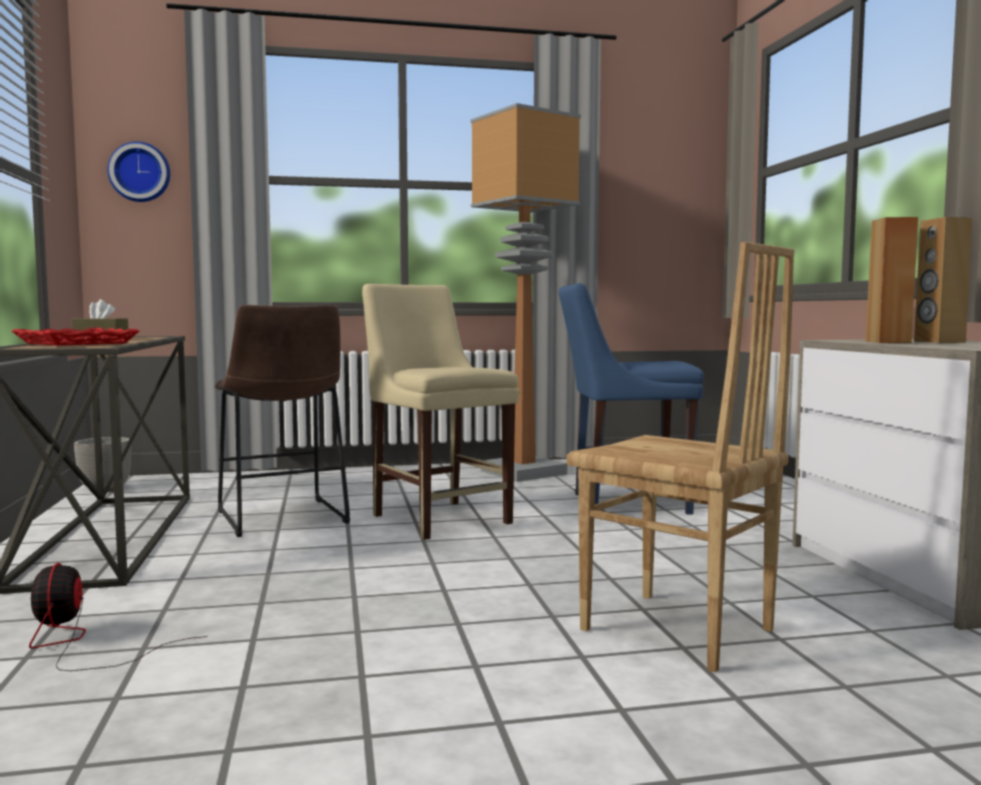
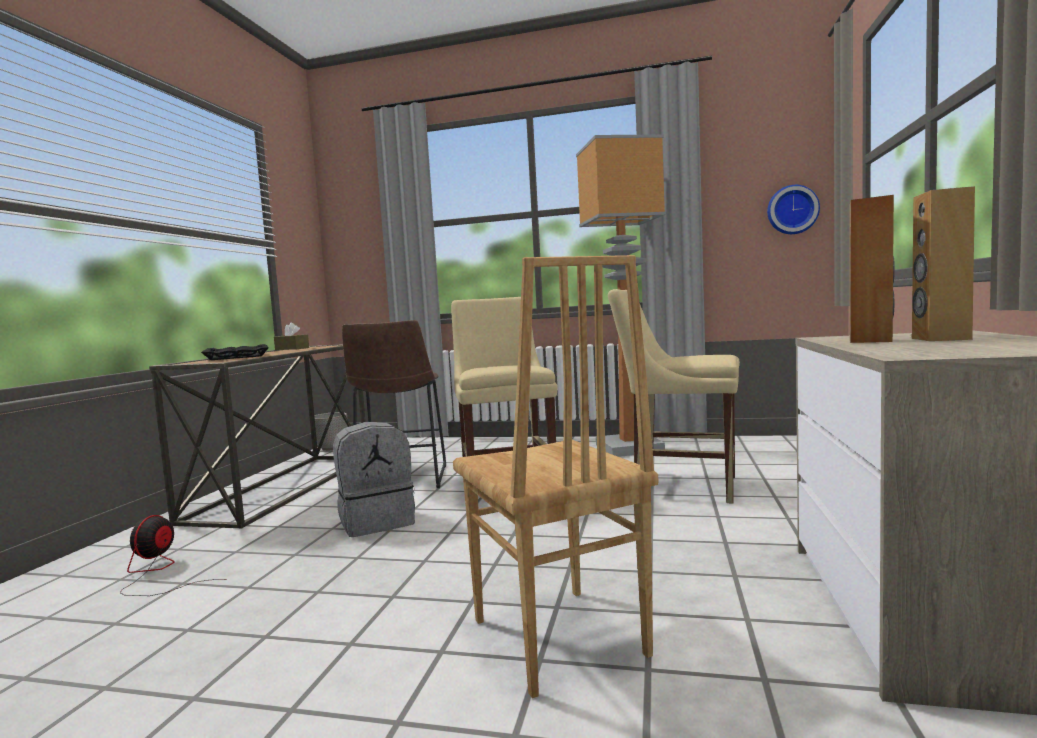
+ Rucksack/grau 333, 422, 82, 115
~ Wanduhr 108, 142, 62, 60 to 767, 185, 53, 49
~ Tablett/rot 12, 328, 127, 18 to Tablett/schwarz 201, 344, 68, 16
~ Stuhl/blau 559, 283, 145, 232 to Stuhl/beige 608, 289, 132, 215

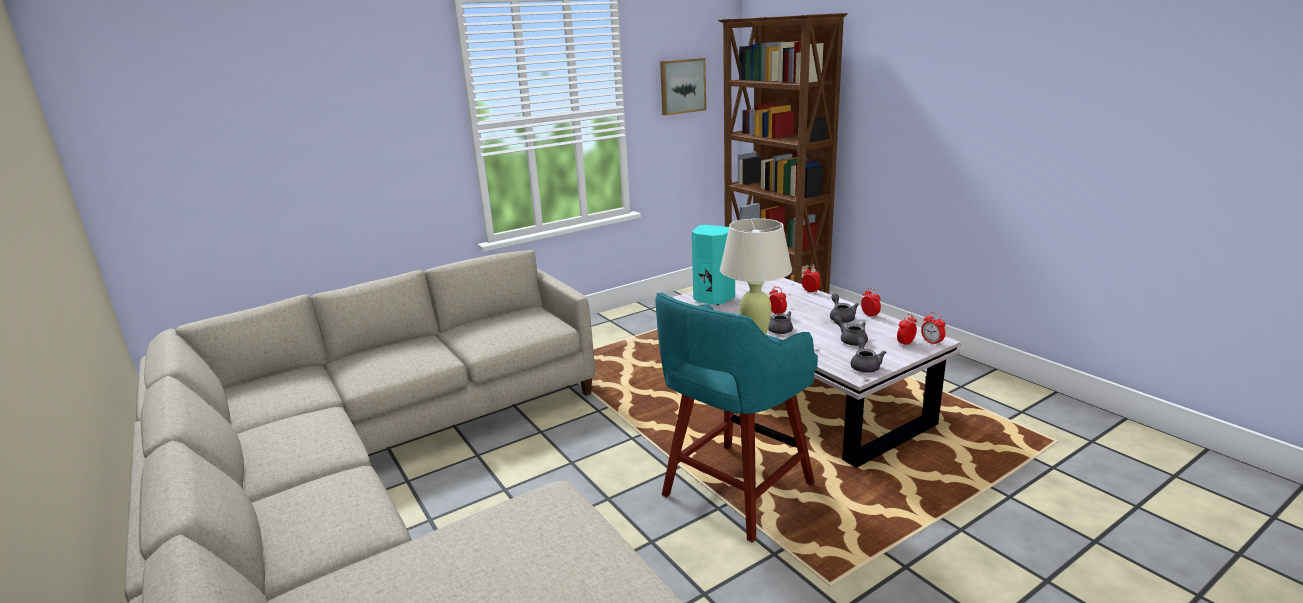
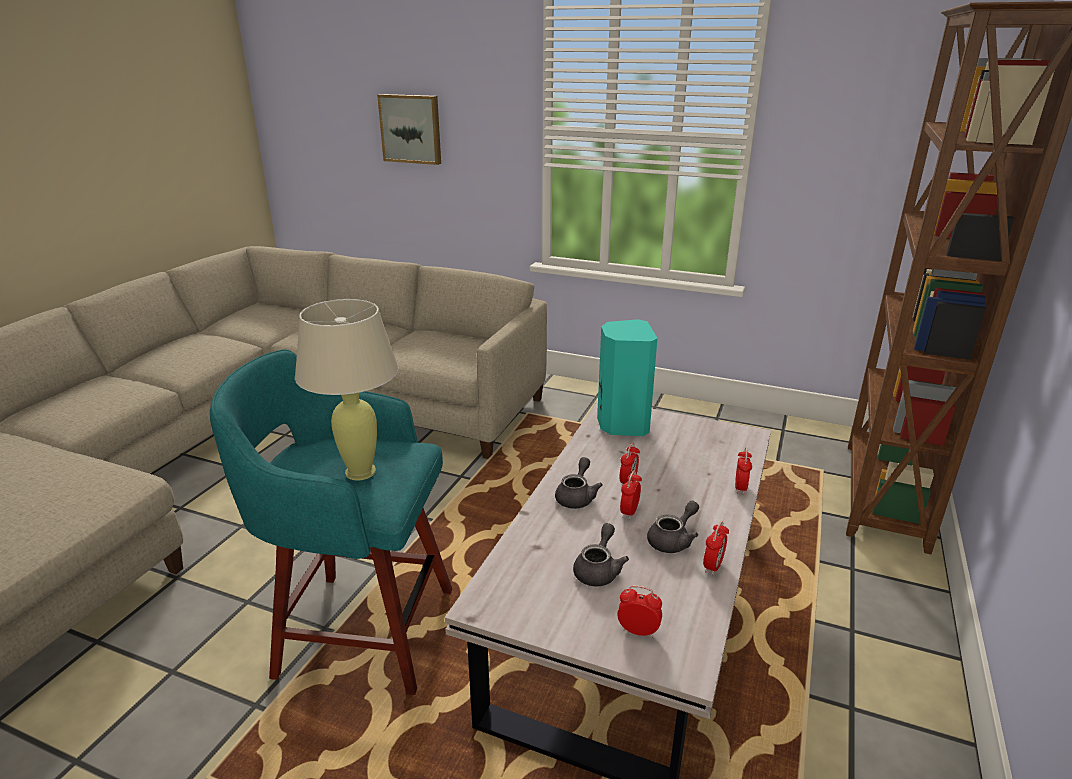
- Teekanne/grau 851, 337, 35, 36
~ Bild 660, 58, 46, 57 to 377, 94, 64, 71
~ Wecker 921, 312, 24, 34 to 620, 471, 22, 48

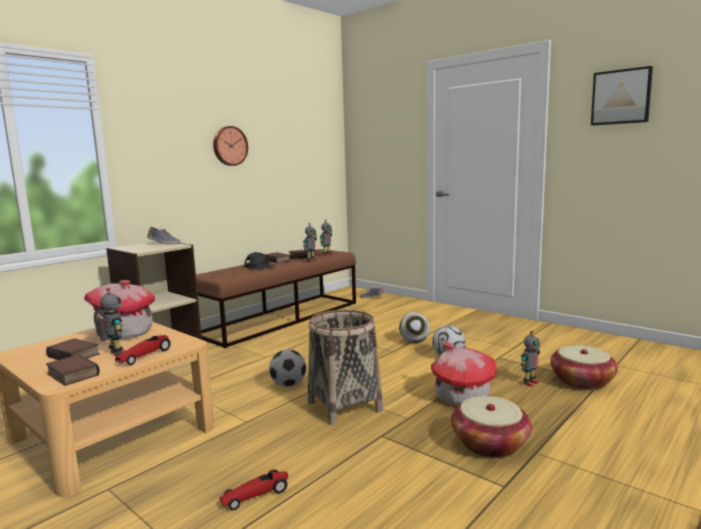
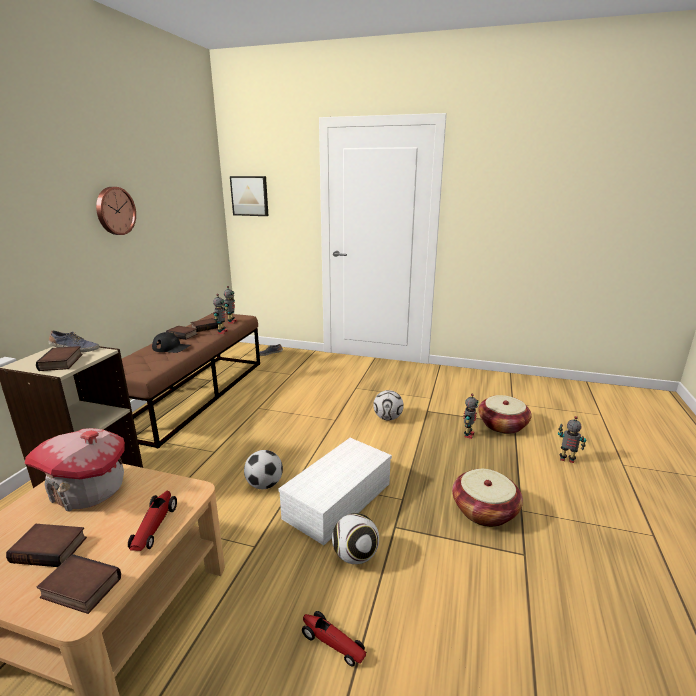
- Spielzeughaus 431, 342, 66, 64
+ Buch 36, 346, 47, 25
~ Spielzeugroboter 100, 288, 26, 69 to 558, 416, 28, 47
~ Fußball 399, 312, 31, 31 to 332, 513, 47, 51
~ Bild 591, 66, 62, 60 to 230, 176, 38, 40
~ Korb 308, 310, 75, 115 to Aufbewahrungsbox/weiß 278, 438, 114, 107
~ Spielzeugauto 220, 469, 68, 41 = 302, 611, 64, 56 90 degrees counterclockwise

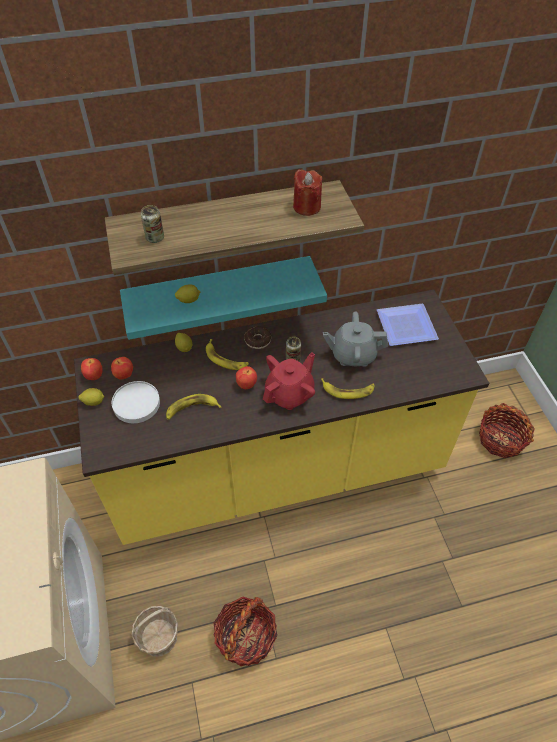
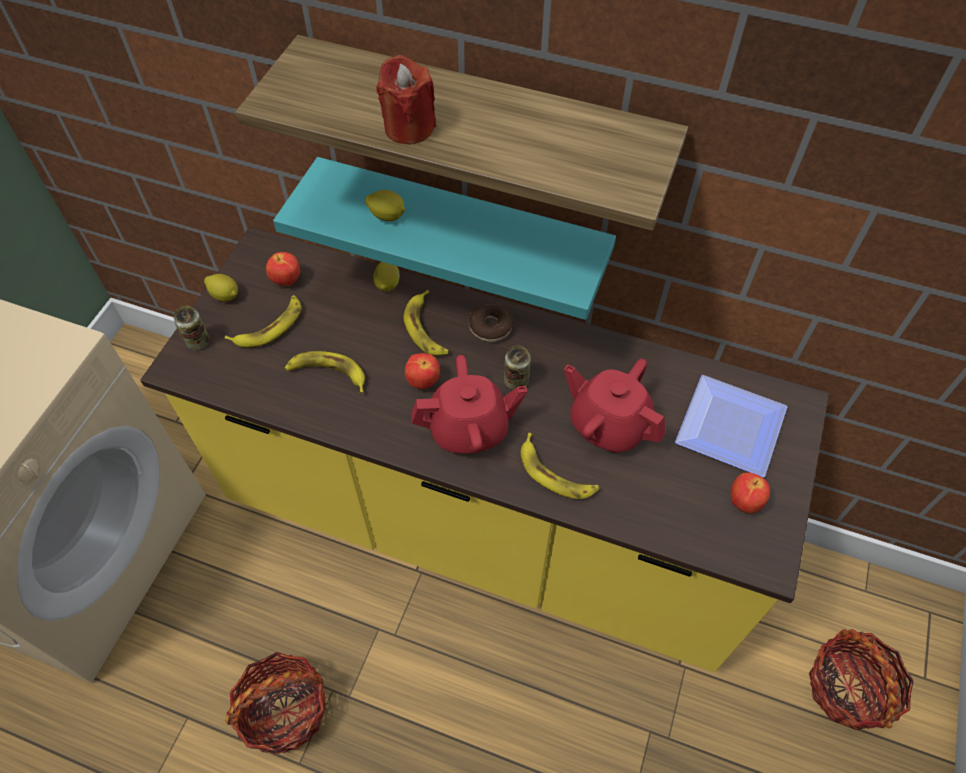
- Korb 132, 606, 46, 51
~ Apfel 81, 358, 22, 22 to 731, 472, 39, 42
~ Dose 141, 205, 23, 38 to 174, 306, 35, 44
~ Kerze/rot 293, 169, 29, 47 to 376, 55, 60, 89
~ Teller/weiß 112, 381, 48, 42 to Banane 224, 295, 77, 52
~ Teekanne/grau 323, 311, 65, 56 to Teekanne/rot 564, 359, 101, 94

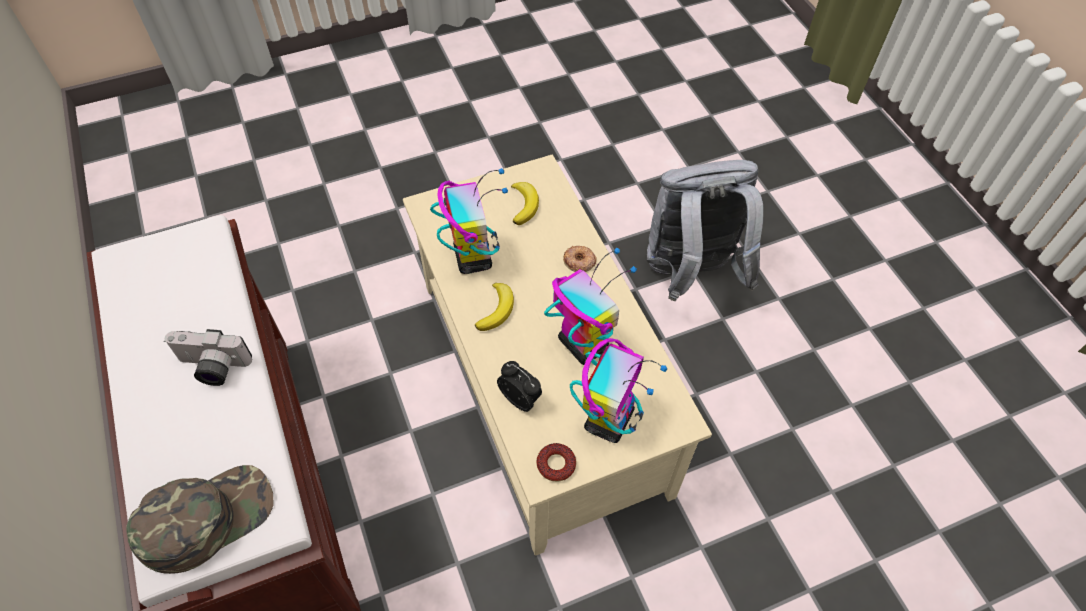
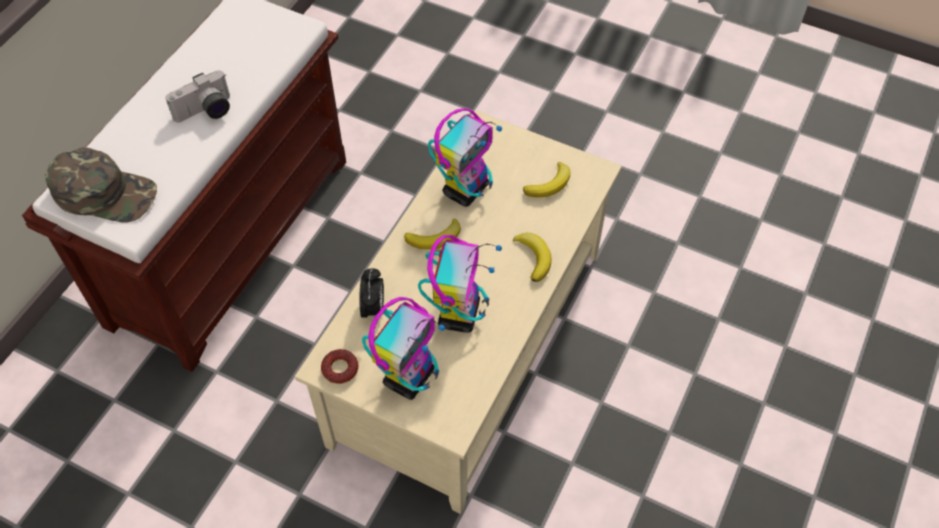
- Rucksack/grau 647, 160, 116, 141
~ Donut 563, 246, 34, 26 to Banane 513, 233, 38, 49
~ Kamera 164, 329, 88, 57 = 165, 70, 65, 53 90 degrees counterclockwise
~ Spielzeugroboter 570, 338, 97, 105 = 362, 297, 83, 103 45 degrees counterclockwise

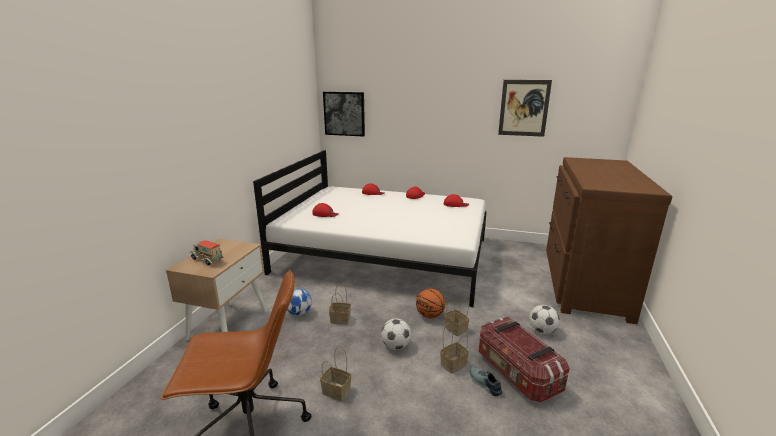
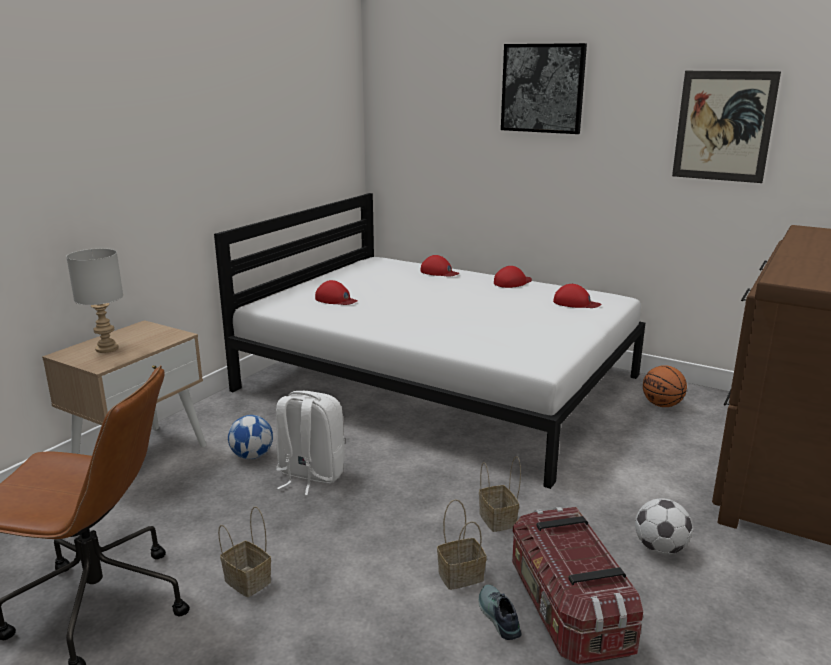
- Fußball 381, 318, 30, 32
~ Bild 323, 92, 42, 45 to 501, 43, 86, 91
~ Basketball 416, 289, 29, 29 to 643, 365, 44, 42
~ Spielzeuglaster 189, 240, 35, 25 to Tischlampe/grau 66, 248, 57, 105
~ Korb 329, 283, 22, 41 to Rucksack/weiß 276, 391, 69, 104

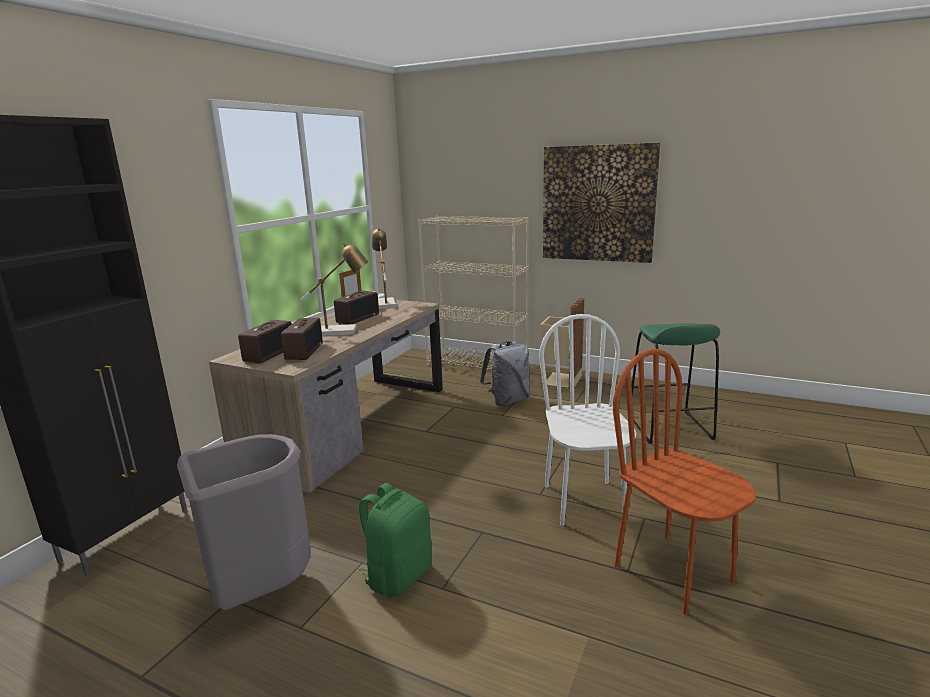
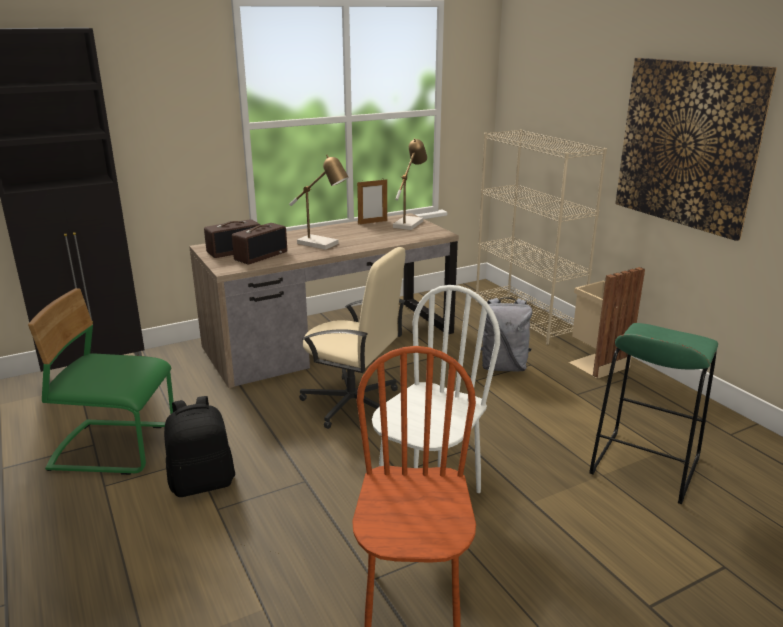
- Radio 334, 291, 45, 34
+ Bürostuhl/beige 299, 247, 106, 182
~ Mülleimer/grau 177, 434, 134, 176 to Stuhl/grün 28, 288, 146, 187
~ Rucksack/grün 359, 483, 73, 114 to Rucksack/schwarz 164, 396, 71, 101

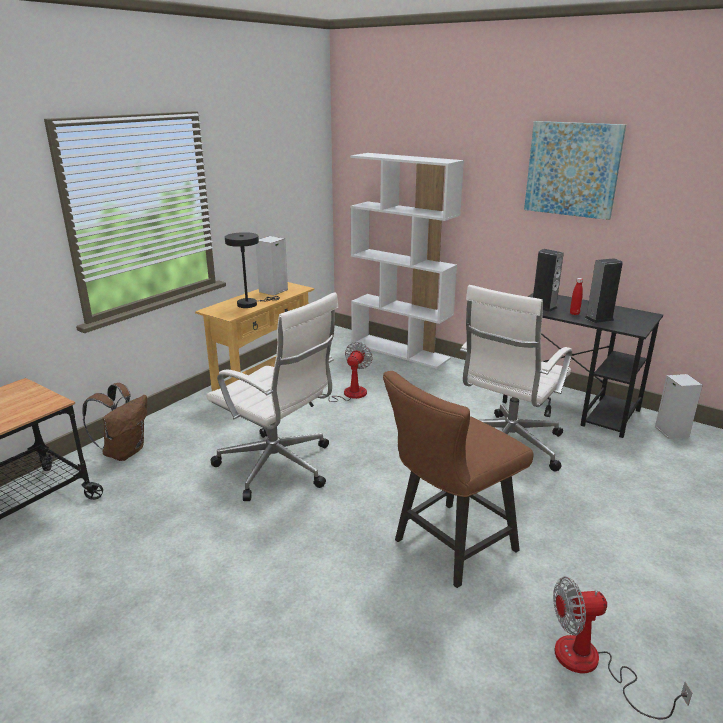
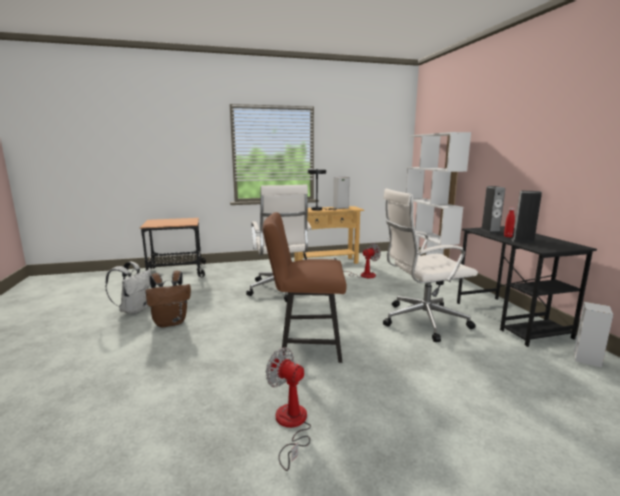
- Bild 524, 121, 102, 99
+ Rucksack/weiß 105, 262, 46, 52
~ Rucksack/braun 82, 383, 65, 78 to 146, 270, 45, 58

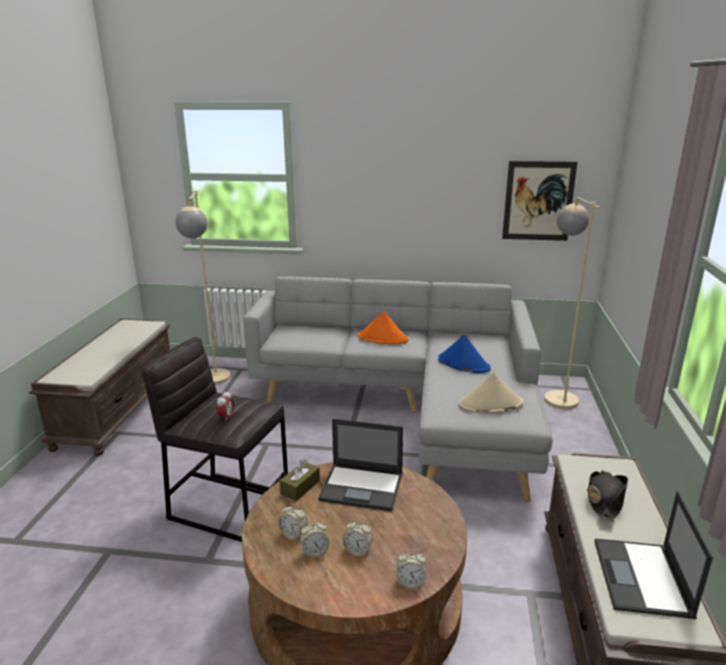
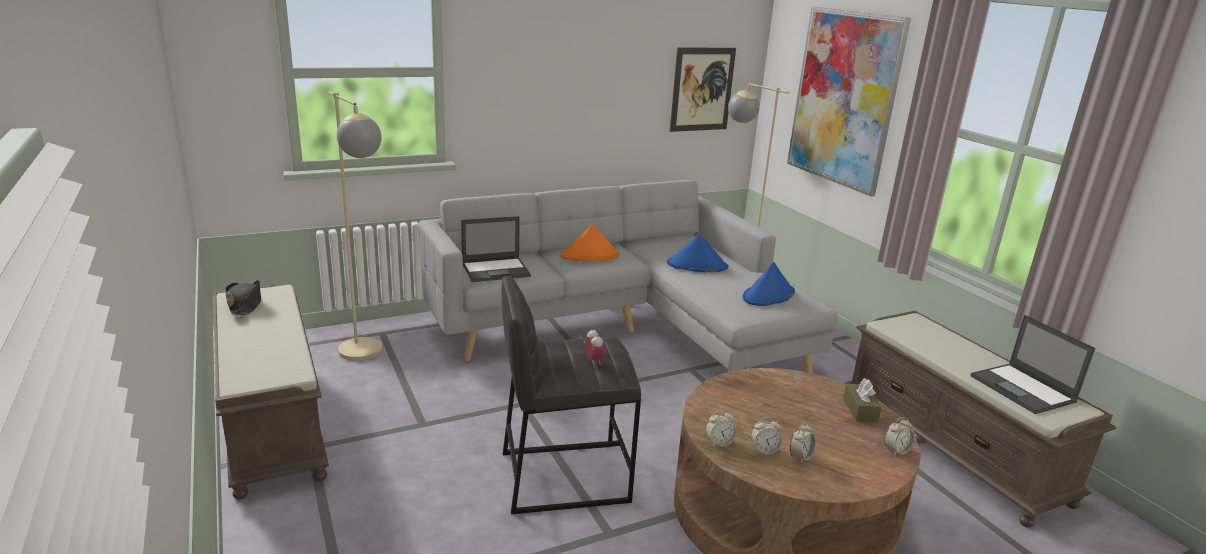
+ Bild 787, 7, 124, 190
~ Taschentuchbox/braun 280, 459, 40, 42 to 843, 378, 39, 44
~ Laptop 318, 419, 85, 92 to 461, 216, 70, 66
~ Wecker 342, 519, 30, 38 to 705, 409, 32, 38
~ Hut/schwarz 587, 470, 41, 52 to 225, 280, 36, 35
~ Hut/beige 459, 372, 64, 42 to Hut/blau 743, 262, 52, 44

